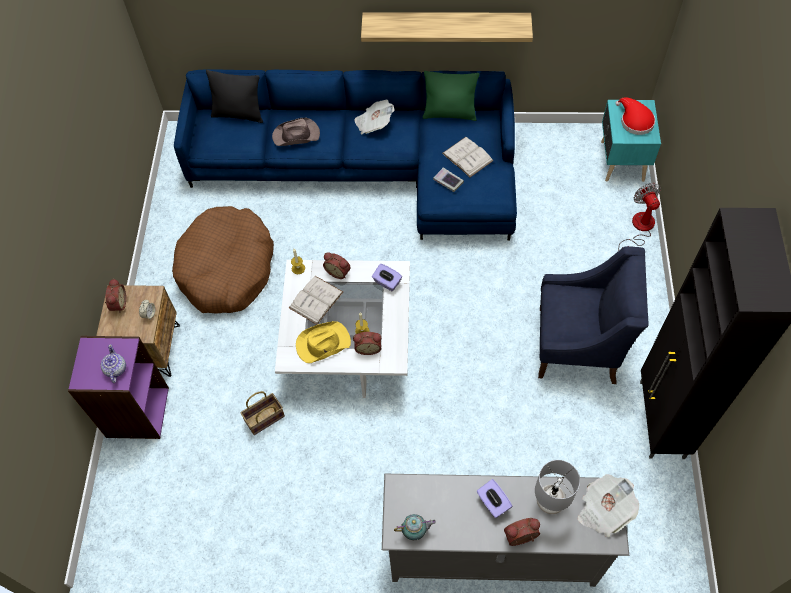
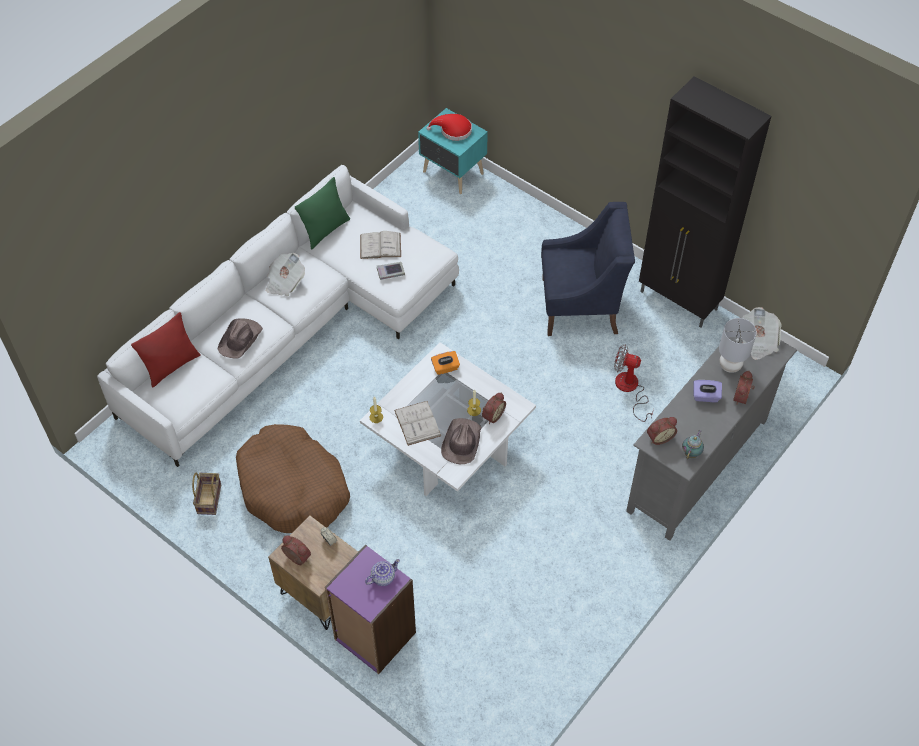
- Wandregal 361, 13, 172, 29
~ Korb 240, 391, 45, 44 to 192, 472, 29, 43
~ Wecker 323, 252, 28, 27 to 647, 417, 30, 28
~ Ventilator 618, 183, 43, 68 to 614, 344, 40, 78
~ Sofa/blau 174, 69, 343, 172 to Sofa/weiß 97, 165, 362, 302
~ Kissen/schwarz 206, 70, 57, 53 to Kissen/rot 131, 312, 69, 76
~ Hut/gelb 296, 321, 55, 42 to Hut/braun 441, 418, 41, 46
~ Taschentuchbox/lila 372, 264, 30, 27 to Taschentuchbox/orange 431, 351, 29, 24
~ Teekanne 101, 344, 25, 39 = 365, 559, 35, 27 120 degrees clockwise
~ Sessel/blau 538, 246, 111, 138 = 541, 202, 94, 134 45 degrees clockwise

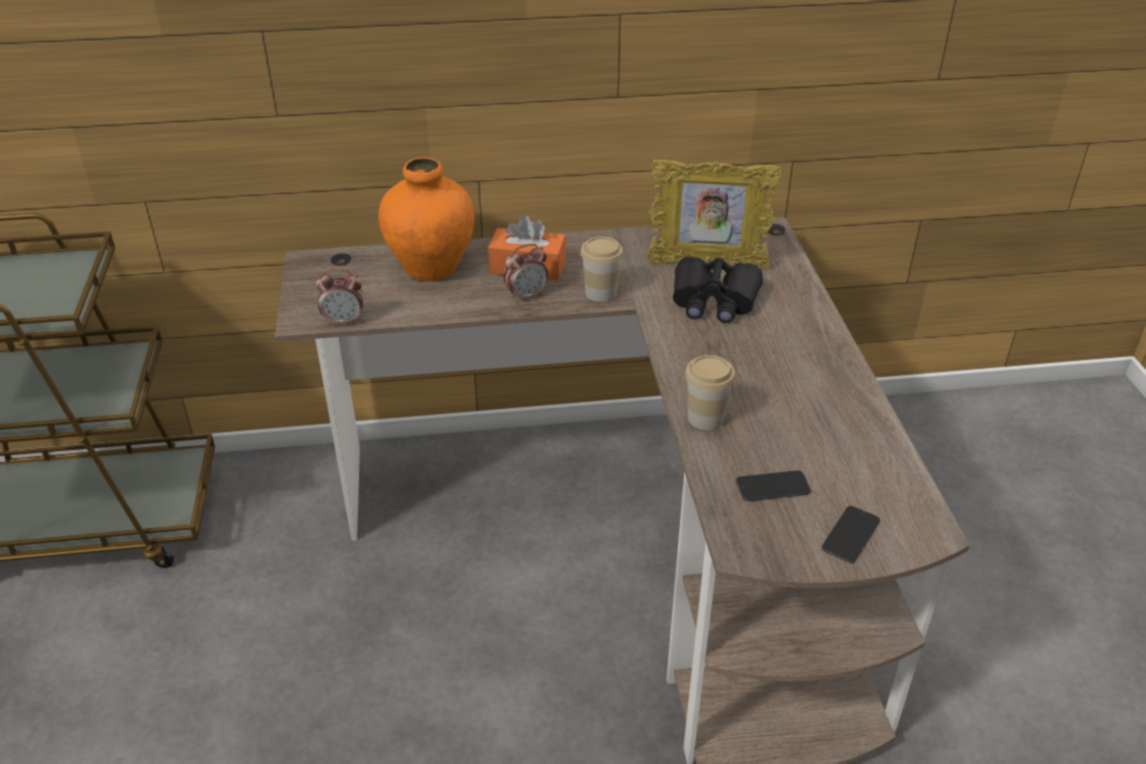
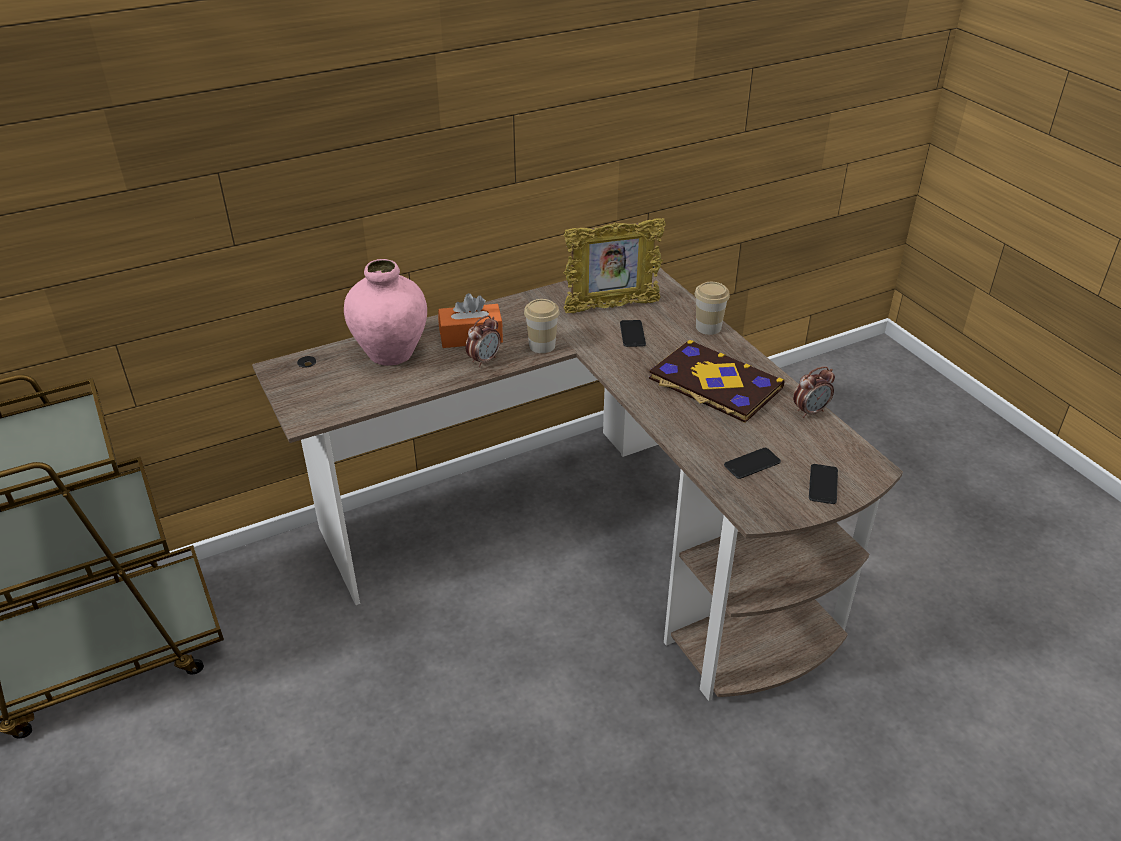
+ Buch 649, 339, 136, 84
~ Wecker 316, 269, 48, 57 to 793, 366, 42, 52
~ Tasse 685, 355, 50, 75 to 695, 282, 35, 53
~ Fernglas/schwarz 673, 257, 90, 66 to Handy 620, 320, 26, 27
~ Vase/orange 378, 157, 96, 125 to Vase/rosa 344, 259, 83, 107

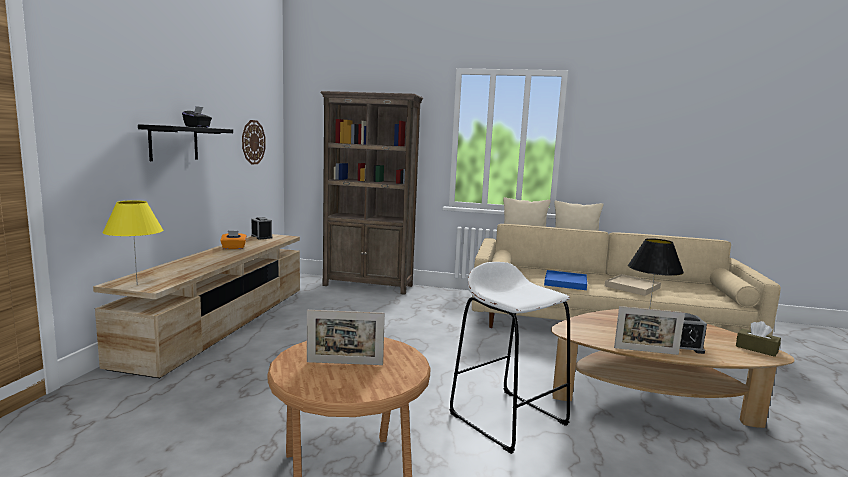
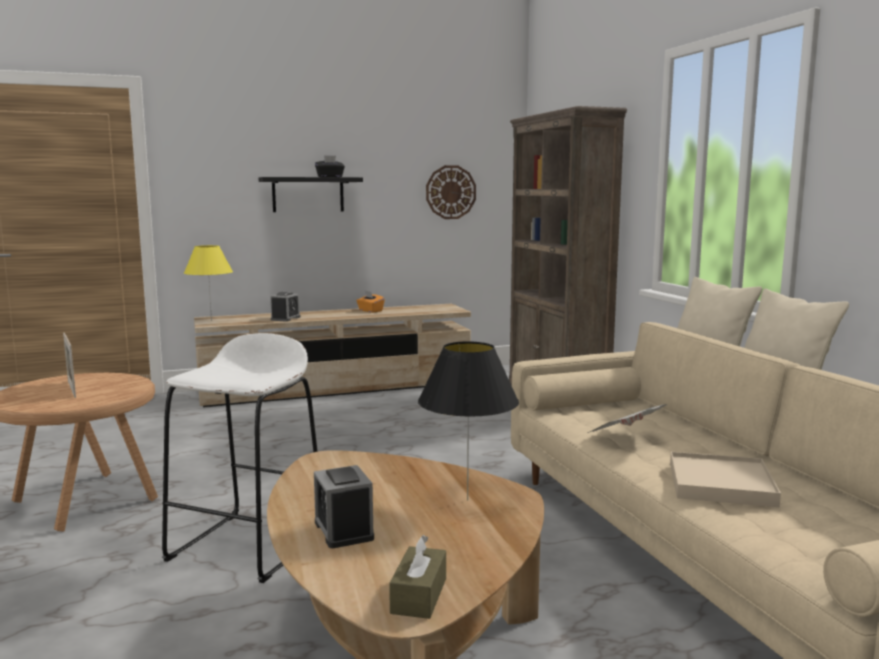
- Bilderrahmen 614, 306, 71, 49
~ Wecker 251, 217, 21, 22 to 270, 292, 30, 30
~ Tablett/blau 544, 270, 43, 20 to Zeitung 587, 404, 80, 29

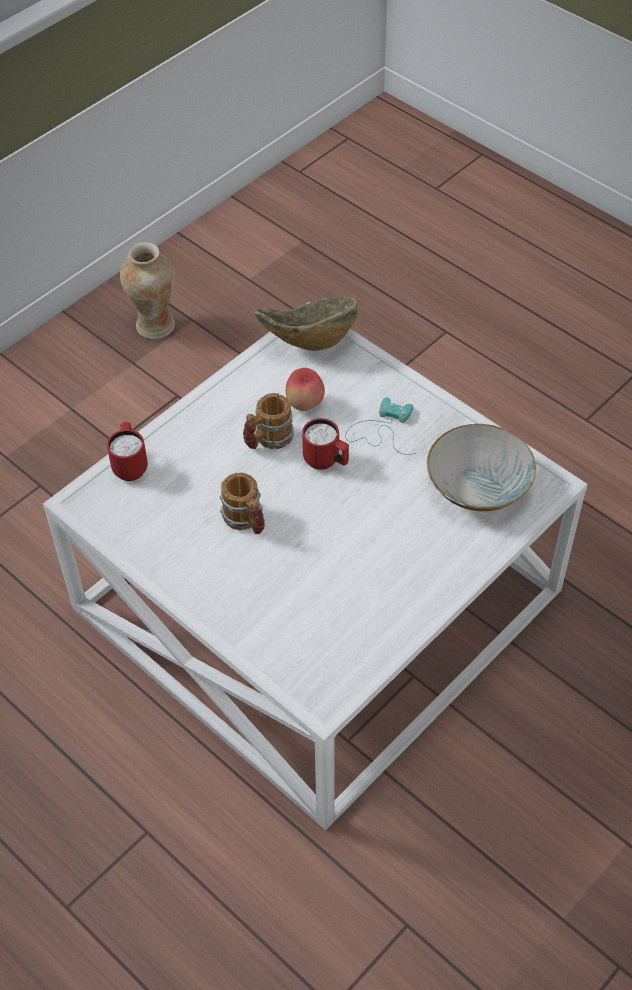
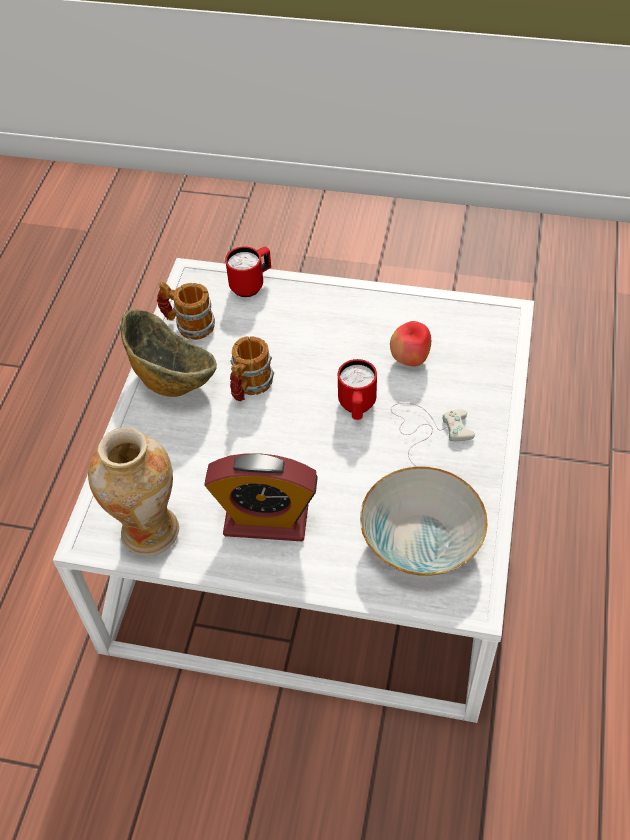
+ Wecker 204, 453, 114, 88
~ Vase 120, 242, 55, 97 to 88, 427, 91, 129
~ Henkelbecher 243, 393, 51, 56 to 157, 281, 58, 59
~ Schüssel 254, 297, 104, 54 to 121, 309, 96, 88
~ Gamepad/türkis 345, 397, 71, 58 to Gamepad/weiß 391, 403, 84, 64

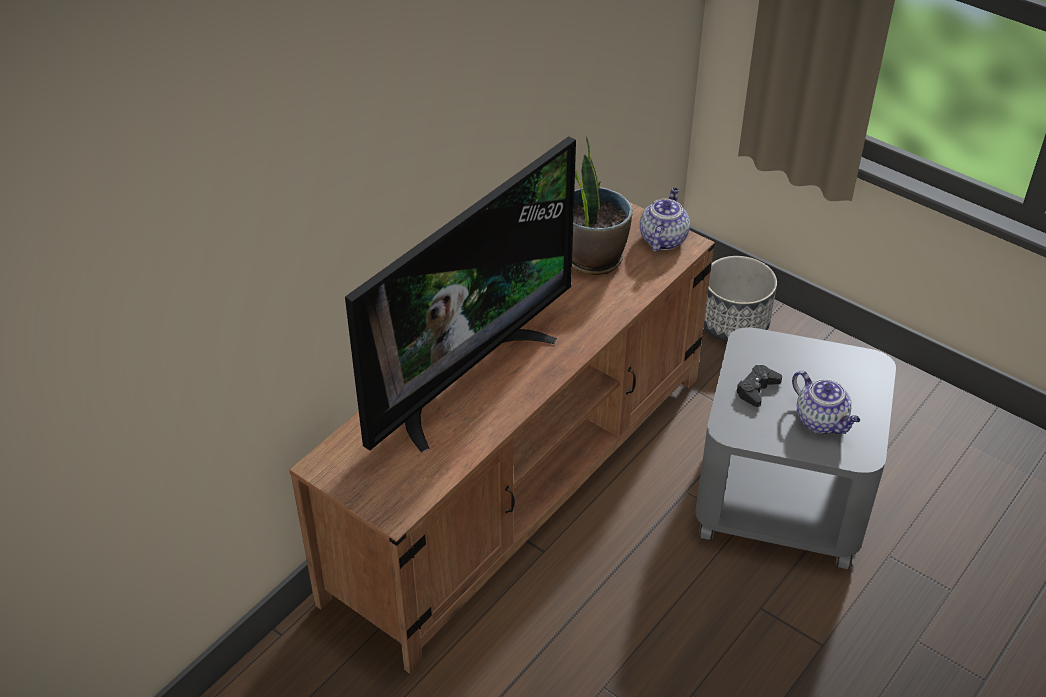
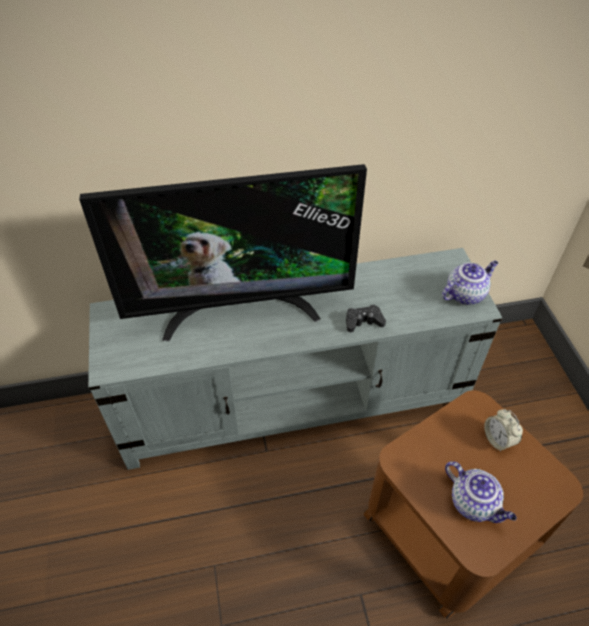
- Topfpflanze 572, 136, 61, 139
- Pflanzkübel 704, 256, 73, 85
+ Wecker 484, 409, 39, 43
~ Gamepad/schwarz 736, 365, 46, 42 to 346, 305, 40, 27
~ Fernsehschrank/braun 290, 202, 425, 472 to Fernsehschrank/grau 88, 248, 414, 222
~ Beistelltisch/grau 695, 328, 201, 242 to Beistelltisch/braun 363, 390, 220, 228
~ Teekanne 792, 371, 68, 63 = 445, 461, 72, 62 45 degrees counterclockwise

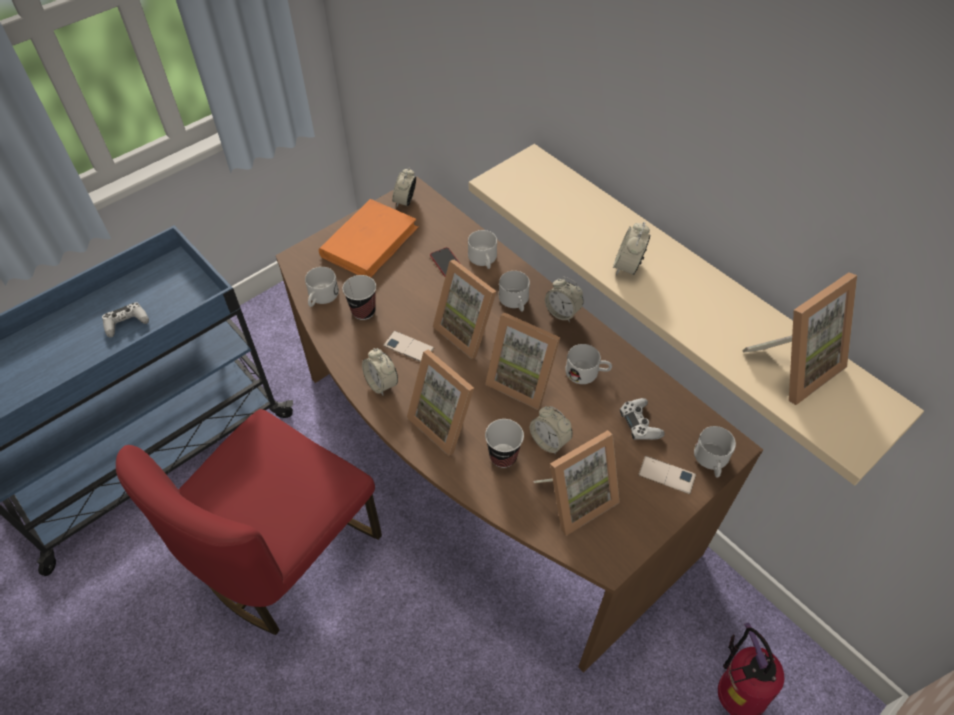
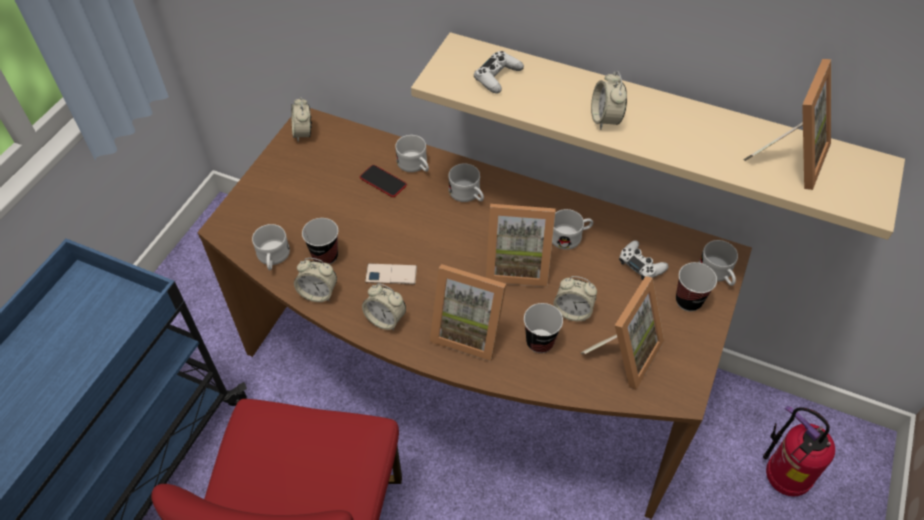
- Buch/orange 319, 199, 100, 78
- Bilderrahmen 433, 260, 64, 99
~ Gamepad/weiß 102, 302, 47, 36 to 474, 51, 50, 42
~ Wecker 545, 277, 39, 45 to 294, 258, 43, 44
~ Handy 638, 456, 58, 38 to Tasse 676, 262, 41, 50

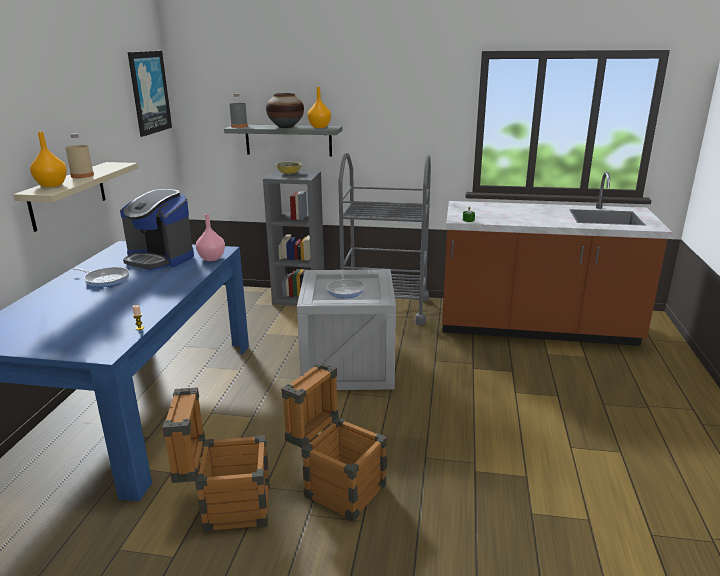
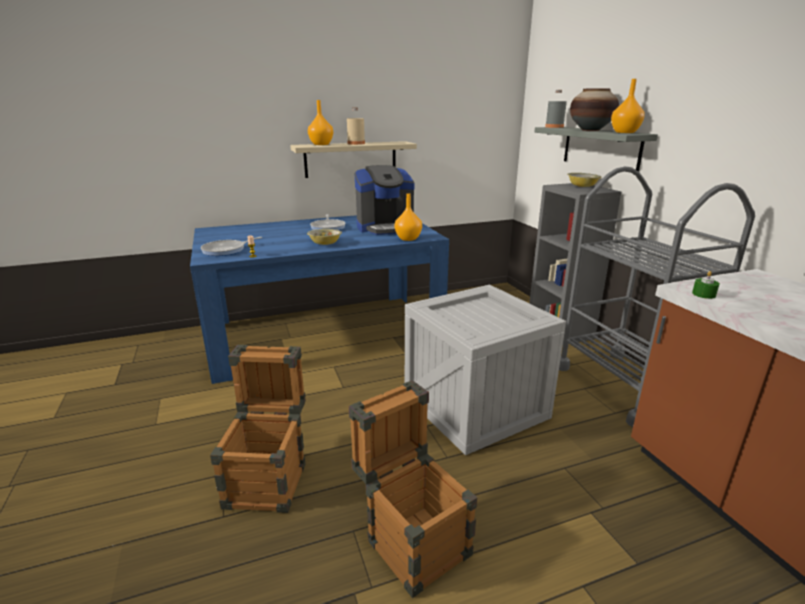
- Bild 128, 51, 44, 86
+ Schüssel 307, 229, 35, 16
~ Kiste 162, 387, 108, 145 to 349, 380, 128, 218
~ Pfanne 326, 271, 39, 27 to 201, 237, 61, 19
~ Vase/rosa 196, 214, 29, 47 to Vase/orange 394, 193, 28, 48
~ Kaffeemaschine 120, 189, 74, 81 = 354, 165, 60, 70 105 degrees counterclockwise

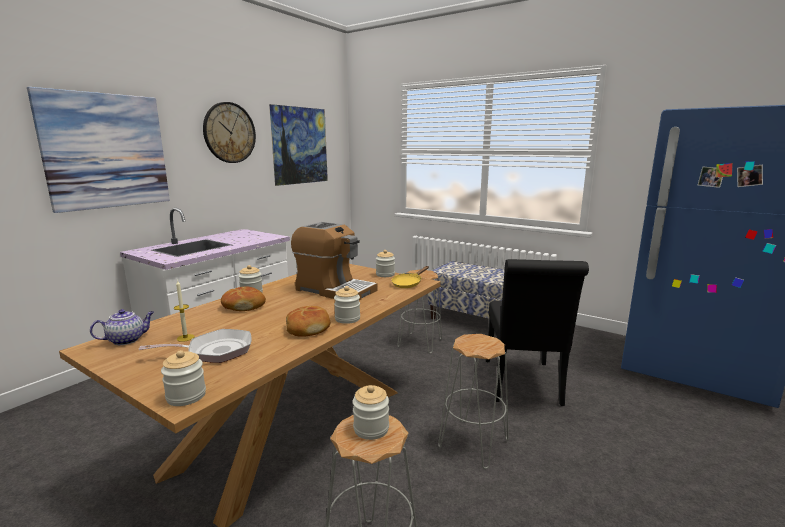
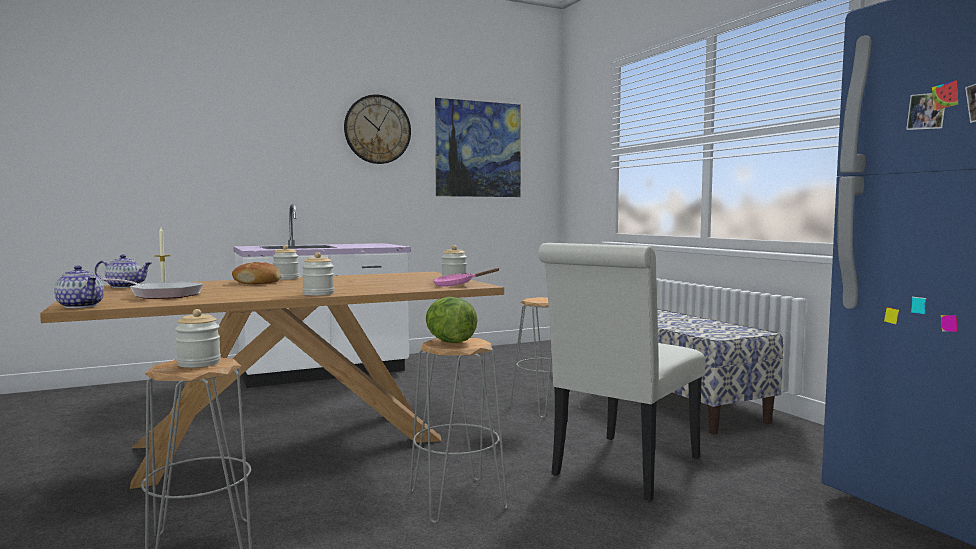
- Bild 27, 87, 143, 126
- Brot 286, 306, 44, 31
- Kaffeemaschine 291, 222, 87, 78
+ Salatkopf 426, 297, 52, 46
~ Vorratsglas 161, 350, 45, 56 to Teekanne 54, 265, 50, 43
~ Pfanne/gelb 391, 266, 38, 22 to Pfanne/rosa 433, 268, 67, 19
~ Stuhl/schwarz 486, 259, 103, 147 to Stuhl/weiß 538, 243, 167, 259

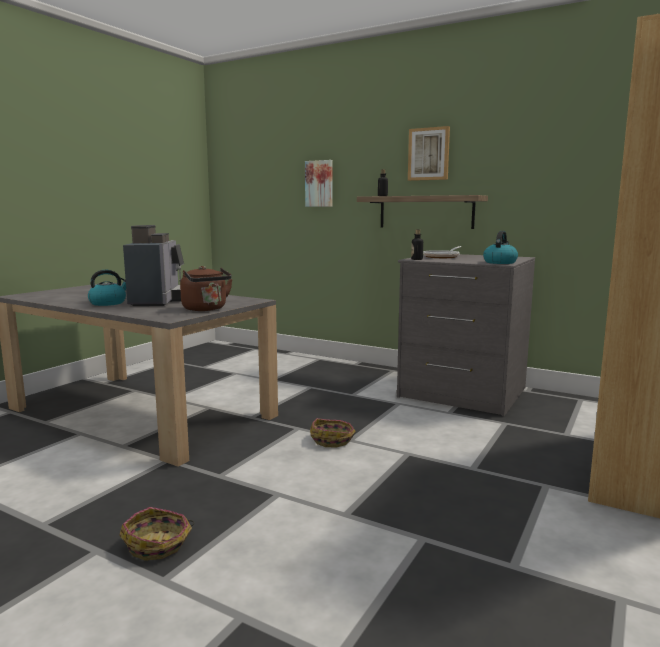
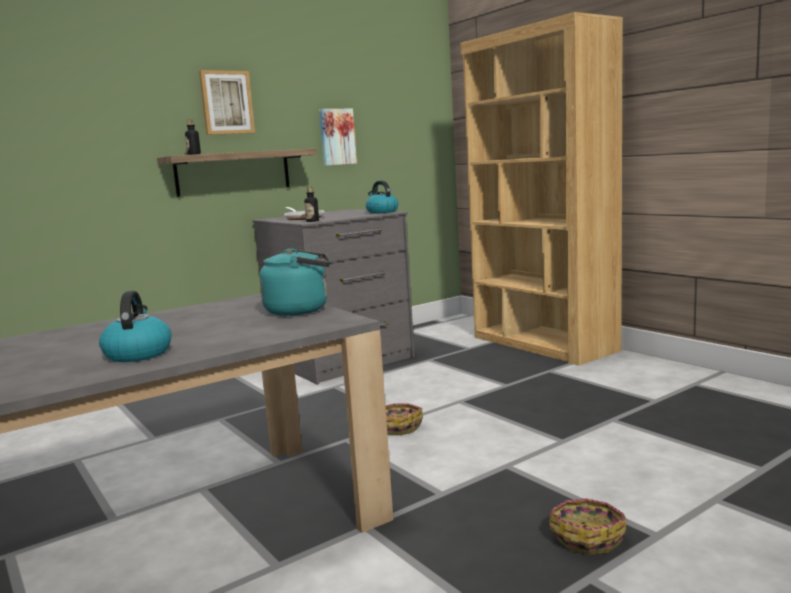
- Kaffeemaschine 123, 225, 61, 81
~ Bild 305, 160, 28, 47 to 319, 108, 38, 58
~ Wasserkessel/braun 180, 266, 53, 45 to Wasserkessel/türkis 259, 248, 71, 68

